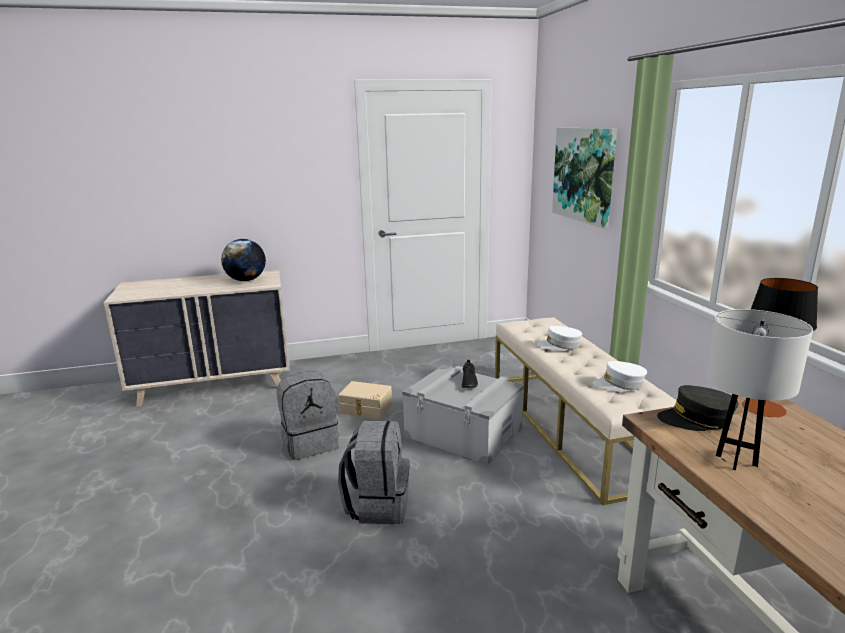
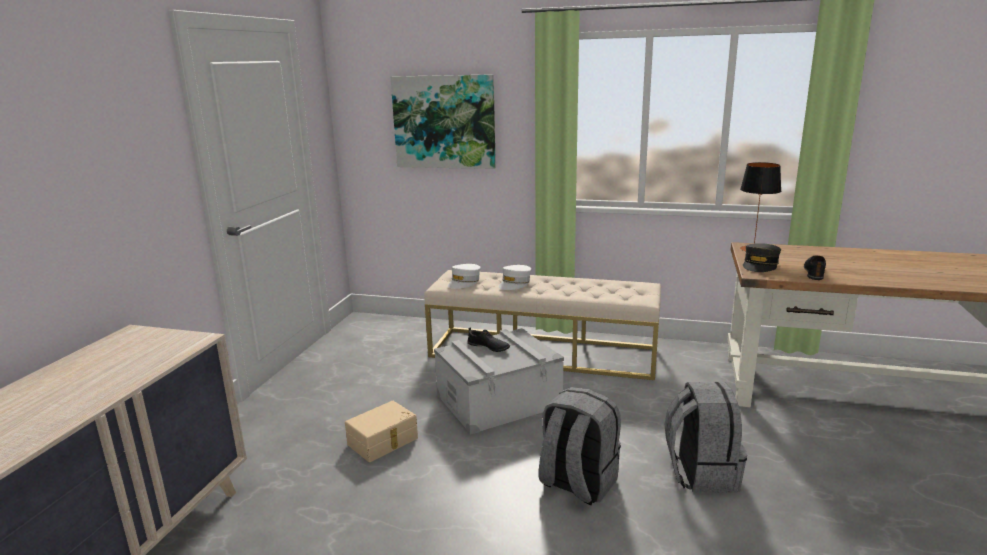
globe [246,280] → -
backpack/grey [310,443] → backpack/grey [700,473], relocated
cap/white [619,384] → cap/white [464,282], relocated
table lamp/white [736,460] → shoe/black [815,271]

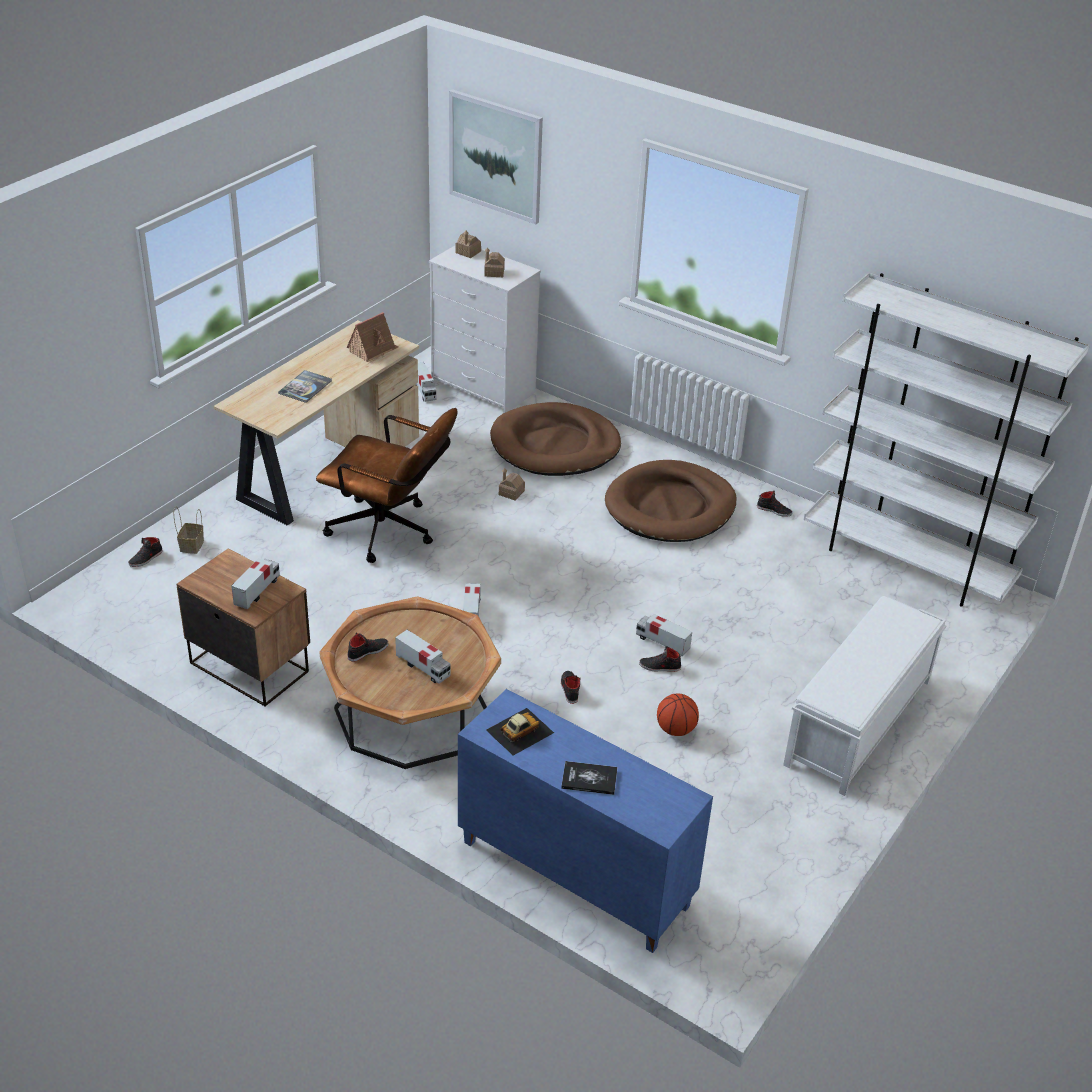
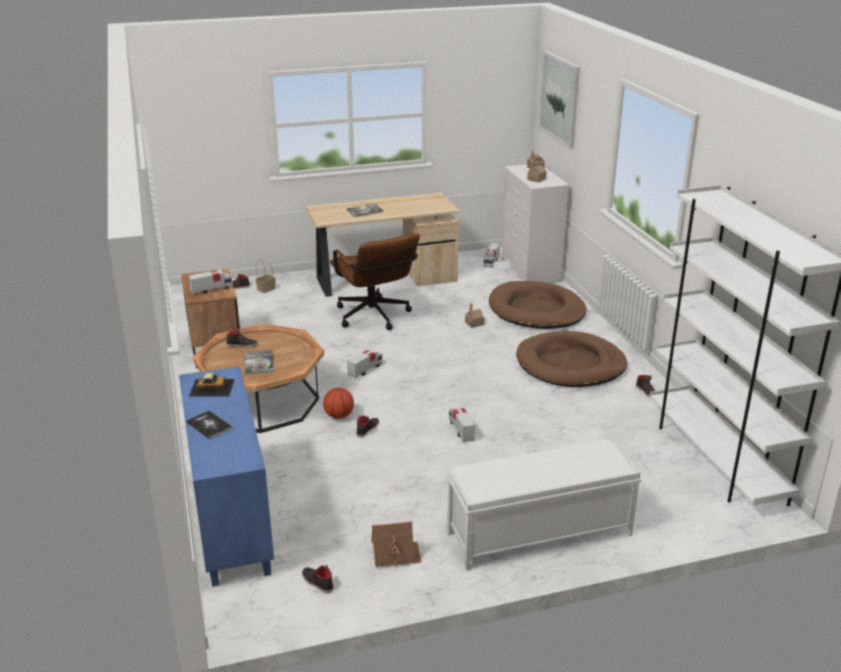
toy house [373,349] → toy house [395,554], relocated
toy truck [423,667] → book [259,363]
shoe/black [659,667] → shoe/black [317,582], relocated
basketball [676,729] → basketball [339,416], relocated

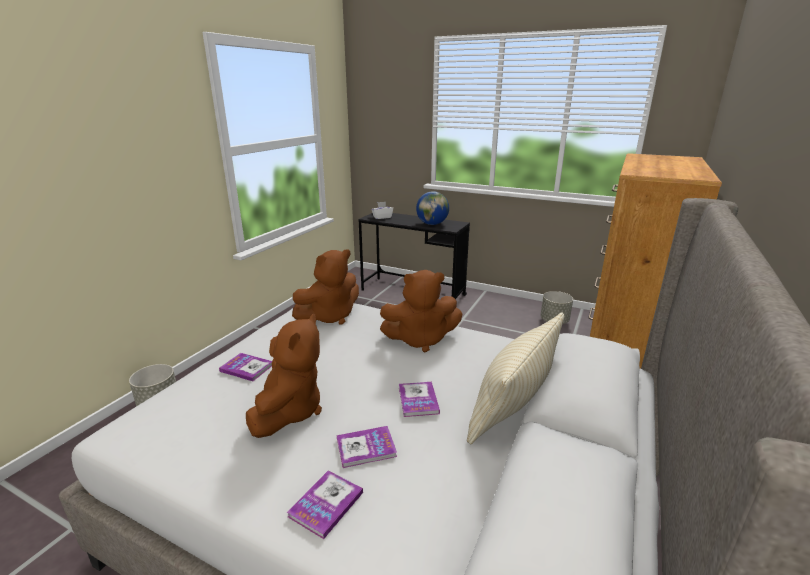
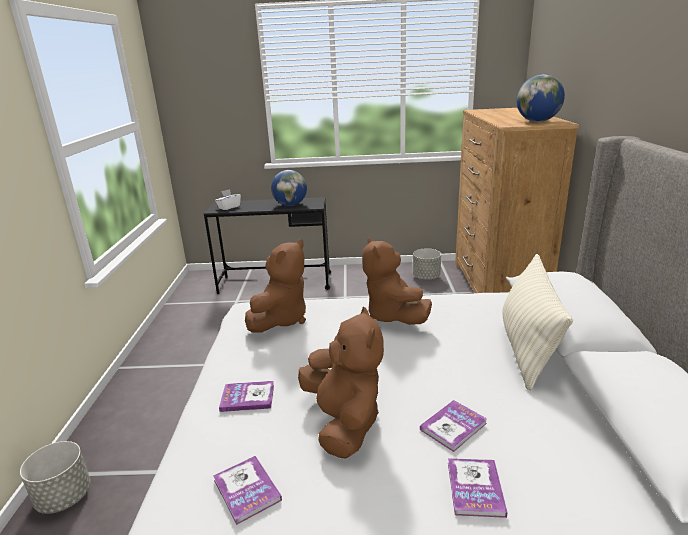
plush toy/brown [420,339] → plush toy/brown [393,316], 105 degrees clockwise
book [418,400] → book [247,490], relocated
- → globe [537,121]

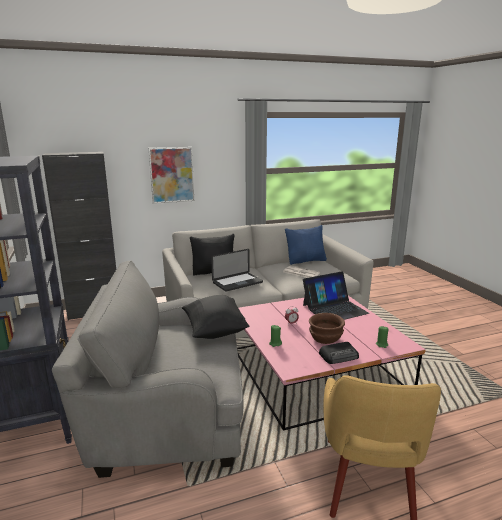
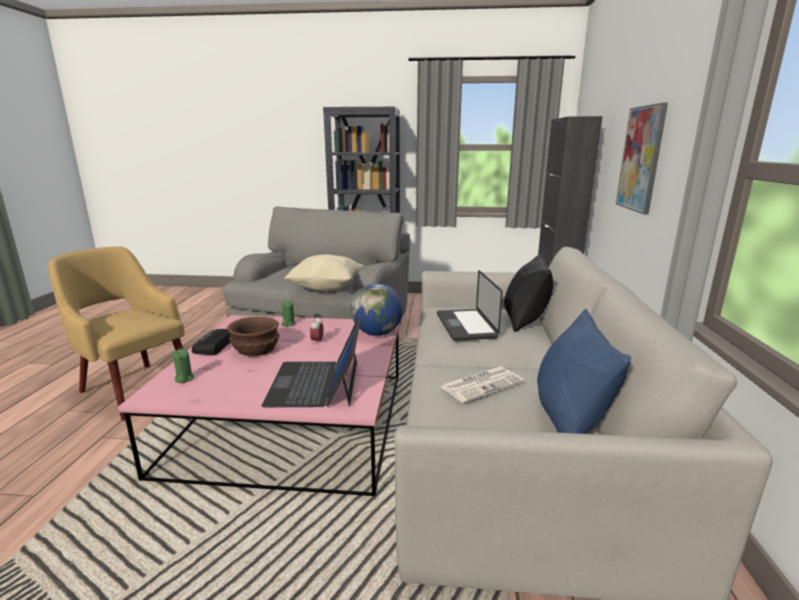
pillow/black [215,331] → pillow/beige [326,288]
- → globe [377,333]

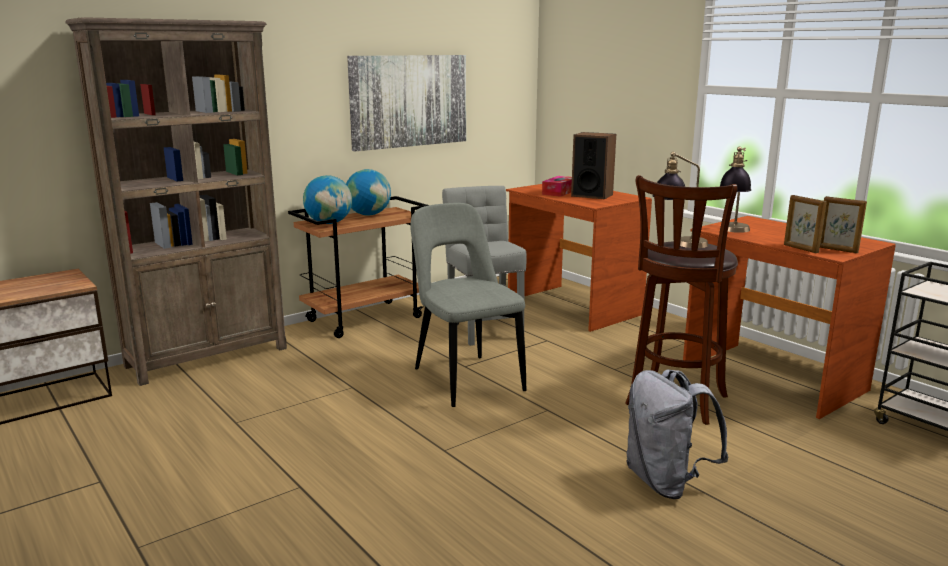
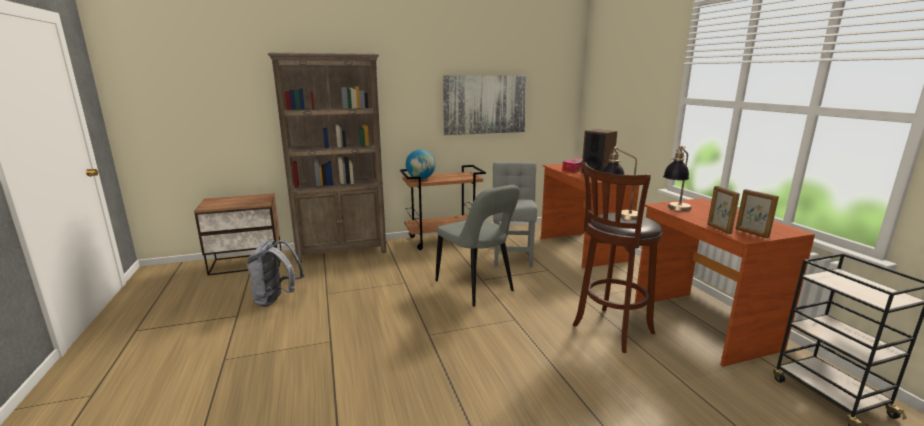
globe [368,214] → -
chair/grey [465,378] → chair/grey [476,288], 150 degrees clockwise
backpack/grey [666,482] → backpack/grey [276,299], relocated

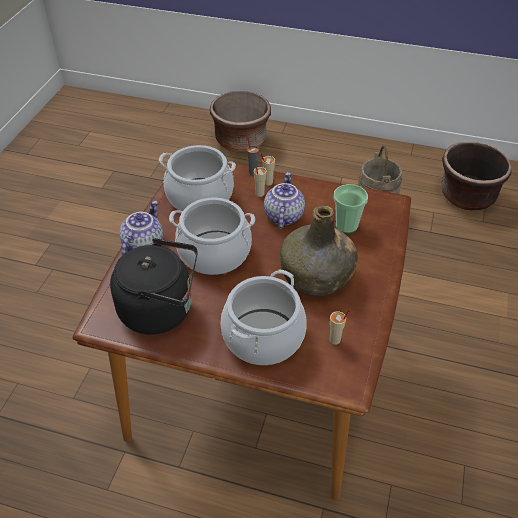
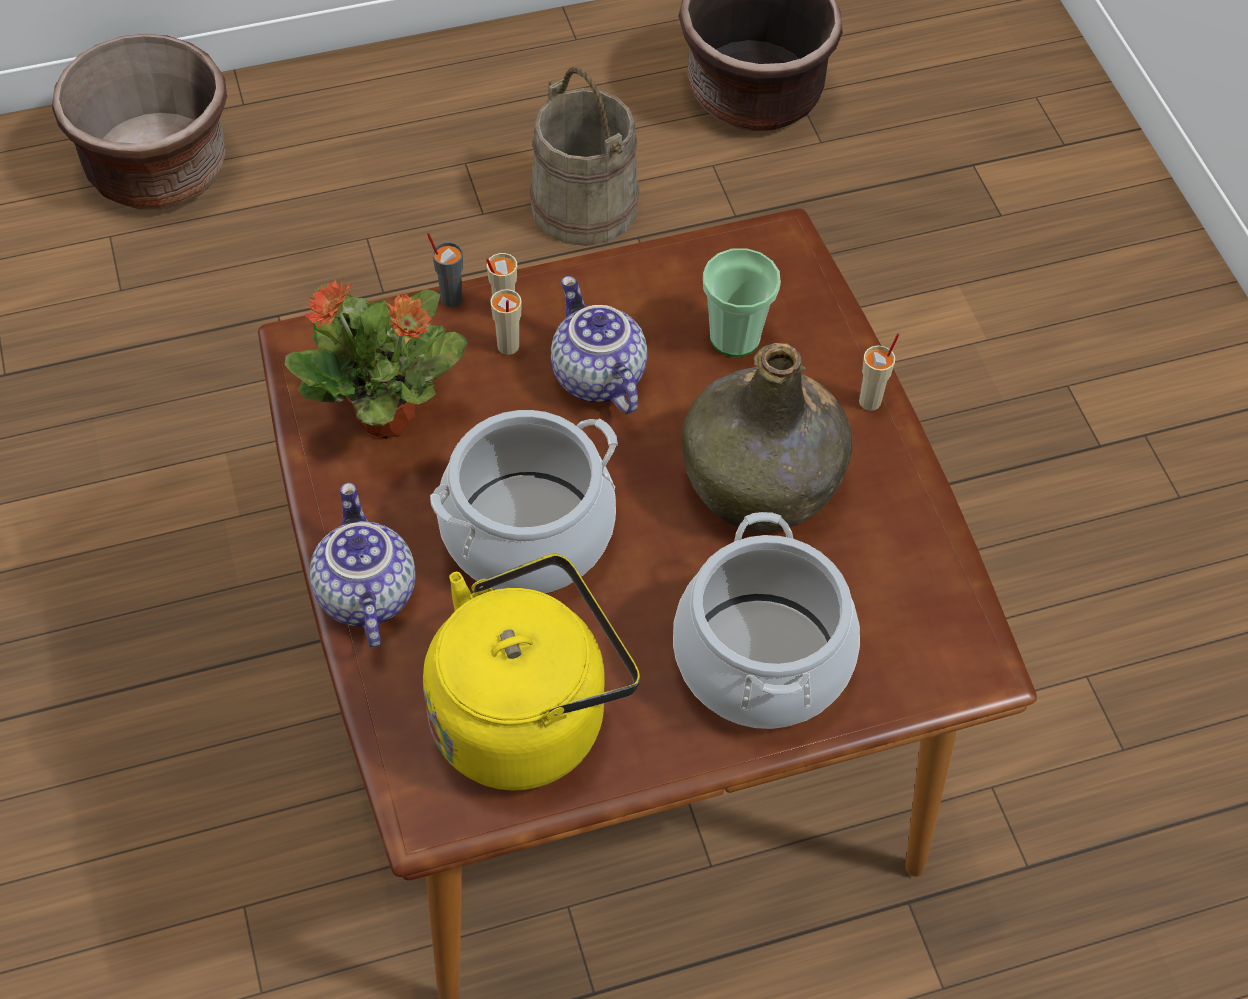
kettle/black [161,310] → kettle/yellow [527,715]
cooking pot [200,197] → potted plant [388,417]
cup/beige [335,340] → cup/beige [870,401], relocated

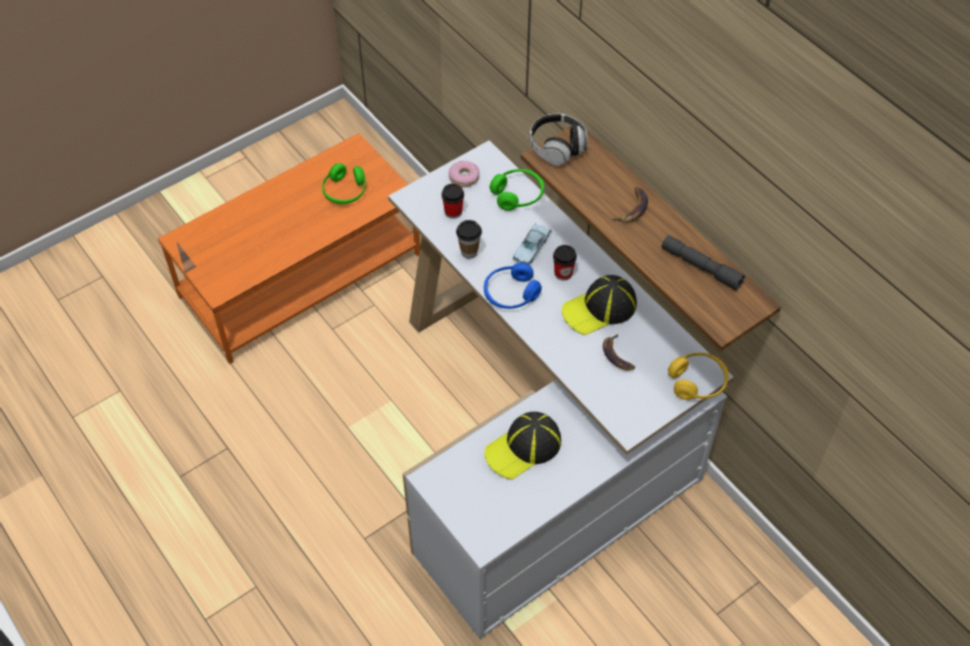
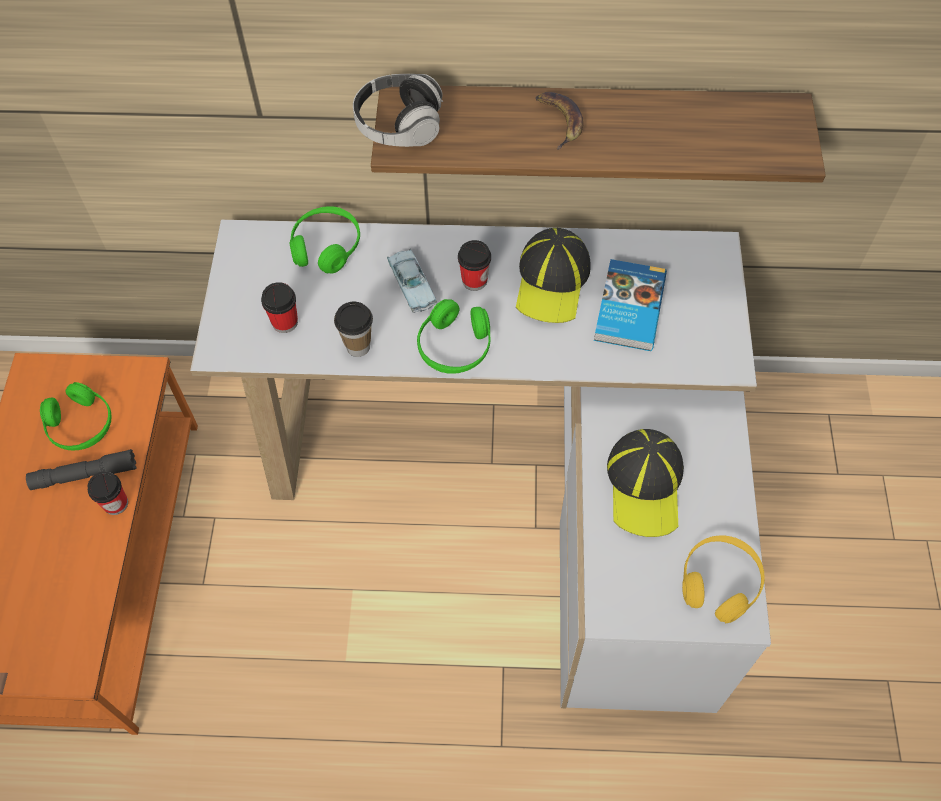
donut [464,177] → -
headphones/blue [511,293] → headphones/green [454,347]
banana [617,355] → book [627,308]
flashlight/grey [701,267] → flashlight/grey [84,475], relocated
headphones/yellow [697,382] → headphones/yellow [719,582], relocated
- → cup [116,503]

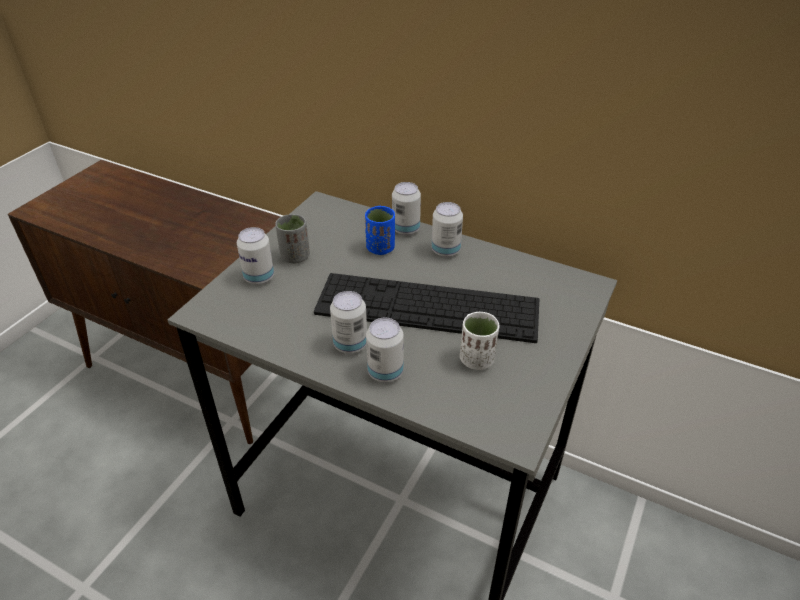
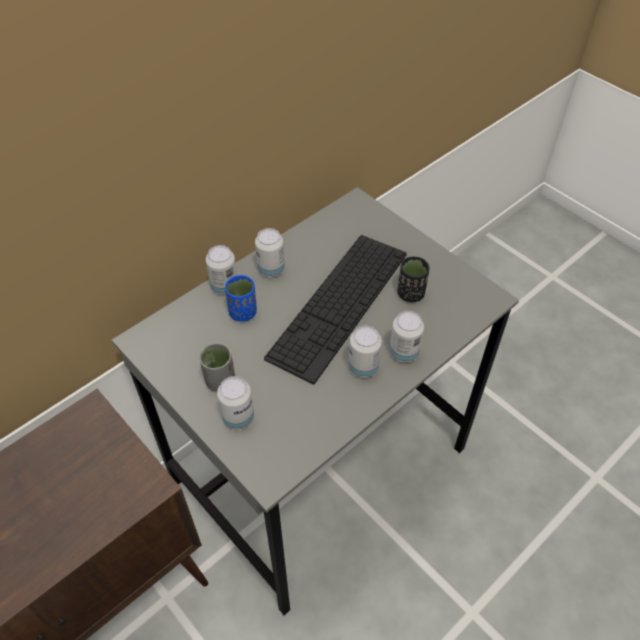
cup/white [476,360] → cup/black [410,293]

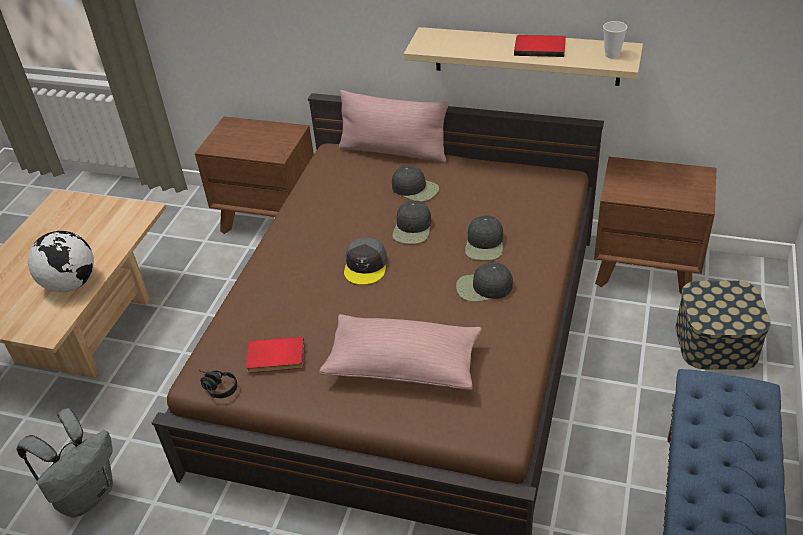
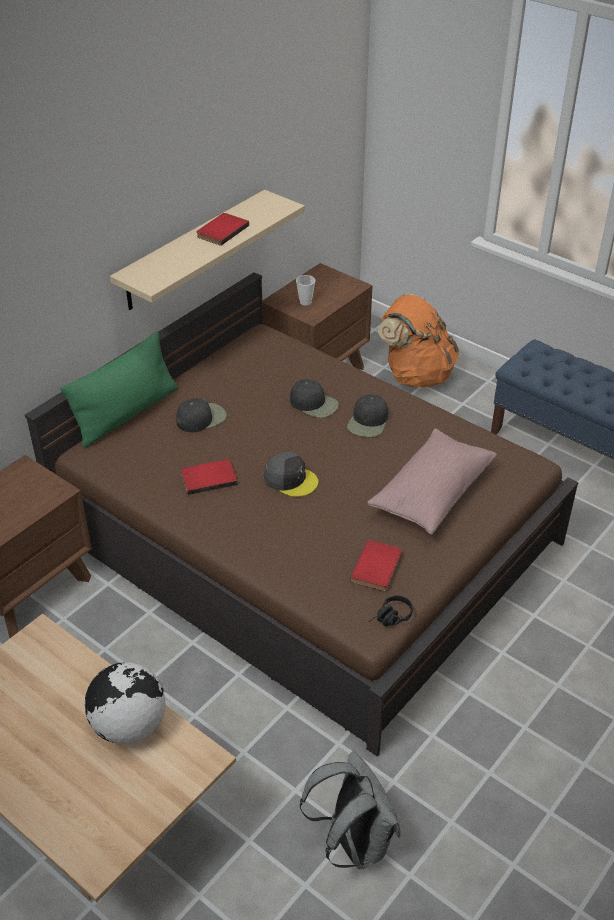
pillow/pink [394,151] → pillow/green [126,414]
cap/black [412,228] → -
cup [612,55] → cup [305,302], relocated
storage box [716,341] → backpack/orange [416,374]
- → book/red [208,477]

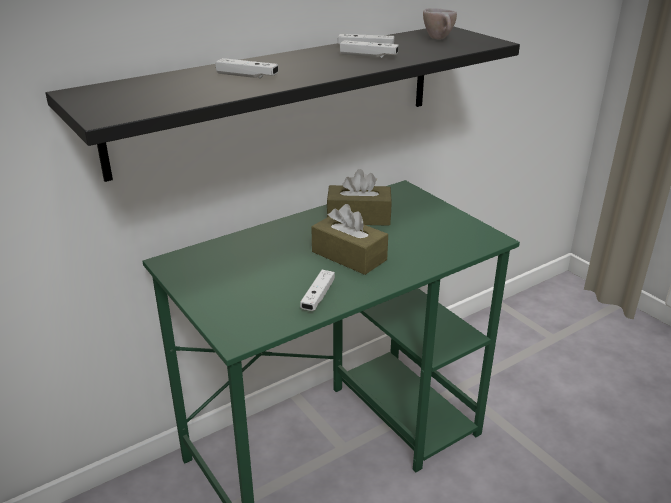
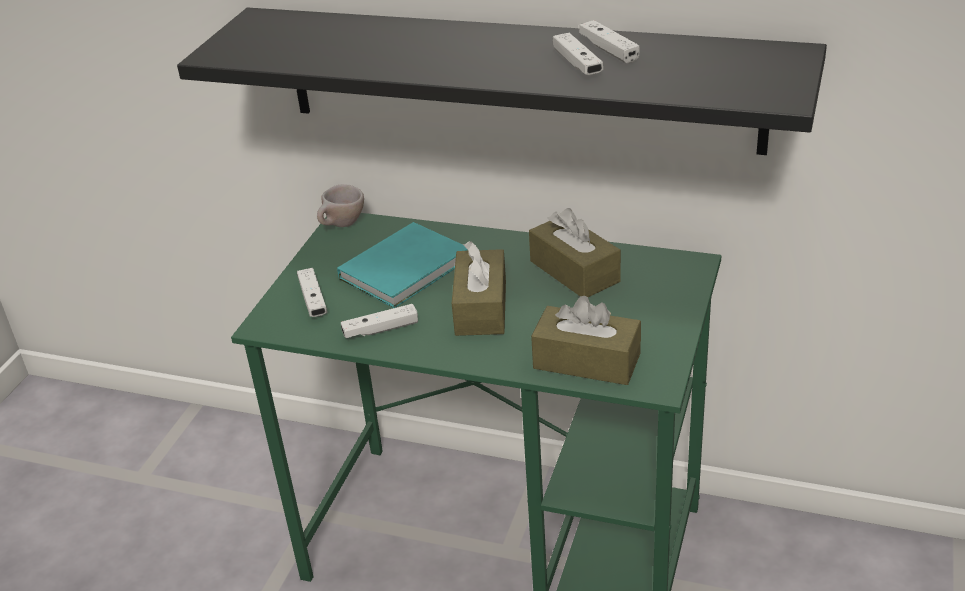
game controller/white [247,76] → game controller/white [313,300], relocated
cup/beige [440,39] → cup/beige [342,226], relocated
- → book/turquoise [408,268]
- → tissue box/brown [586,361]

